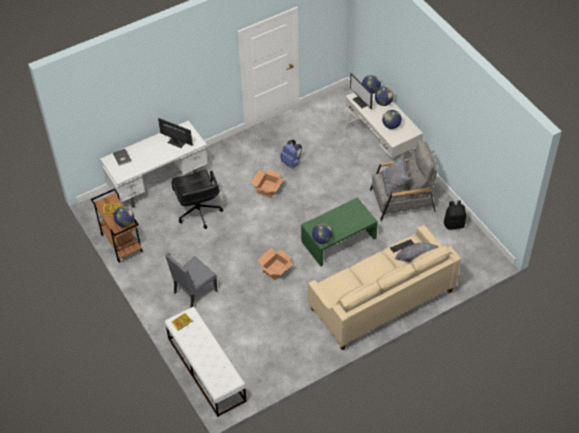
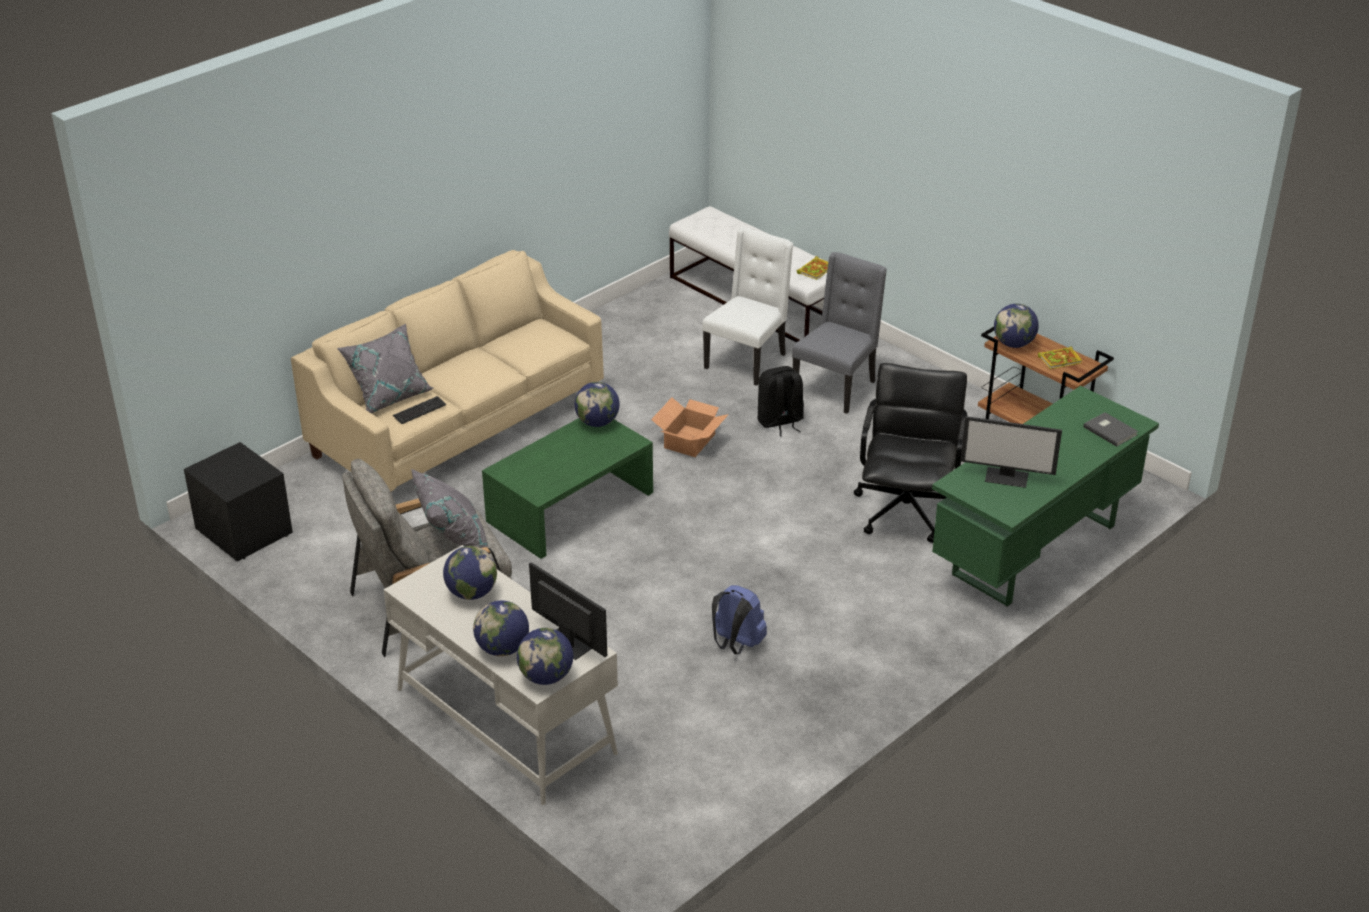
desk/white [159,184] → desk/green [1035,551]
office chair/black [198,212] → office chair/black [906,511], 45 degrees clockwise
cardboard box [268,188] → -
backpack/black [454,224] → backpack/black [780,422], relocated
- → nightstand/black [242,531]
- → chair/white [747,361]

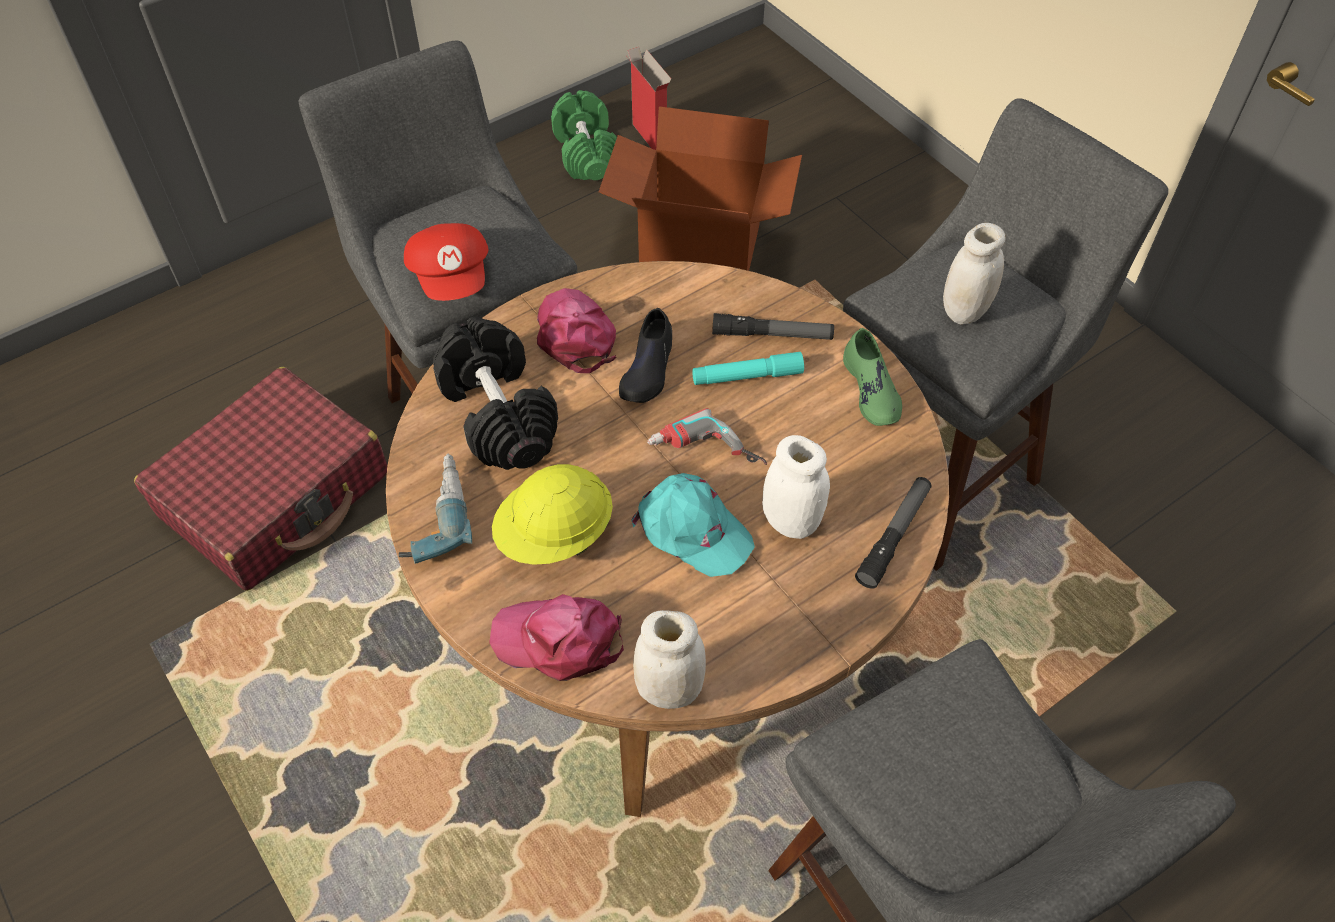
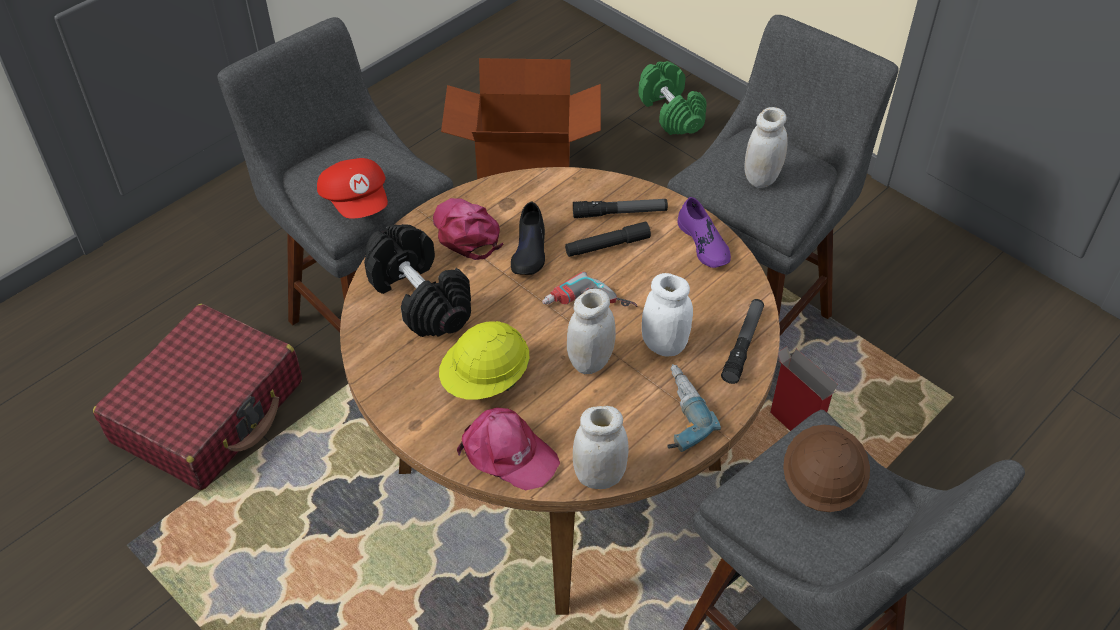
power drill [433,515] → power drill [675,413], relocated
cap/pink [560,640] → cap/pink [507,454], 150 degrees counterclockwise
dumbbell/green [587,153] → dumbbell/green [671,112], relocated
cardboard box [648,136] → cardboard box [793,427], relocated
cap/turquoise [692,530] → jar/white [590,361]
flashlight/turquoise [747,376] → flashlight/black [607,245]
shoe/green [871,389] → shoe/purple [704,243]
- → hard hat/brown [821,482]

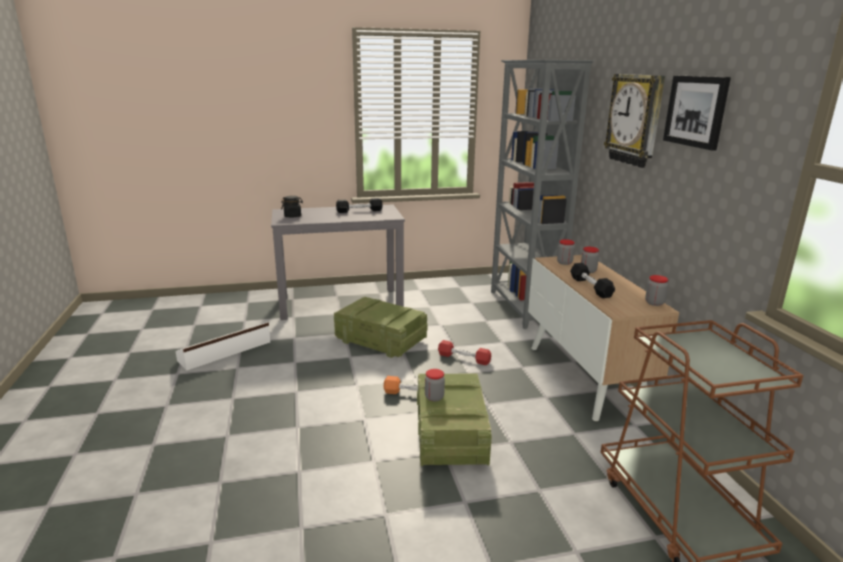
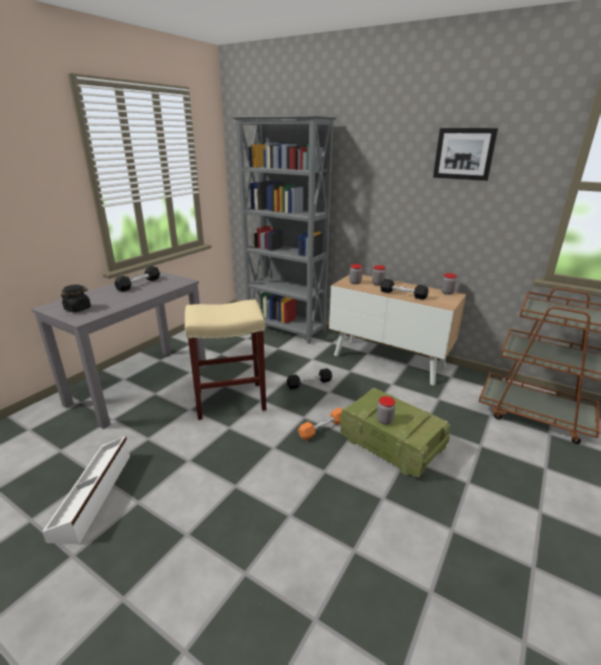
crate [379,340] → stool/beige [229,400]
dumbbell/red [463,358] → dumbbell/black [309,383]
wall clock [635,120] → -

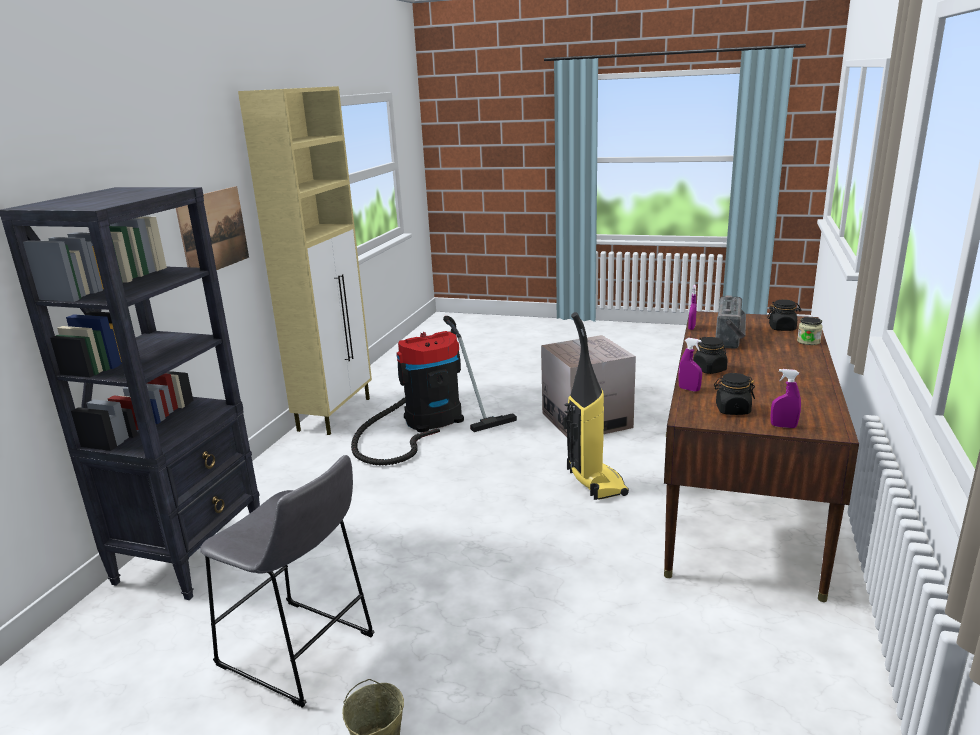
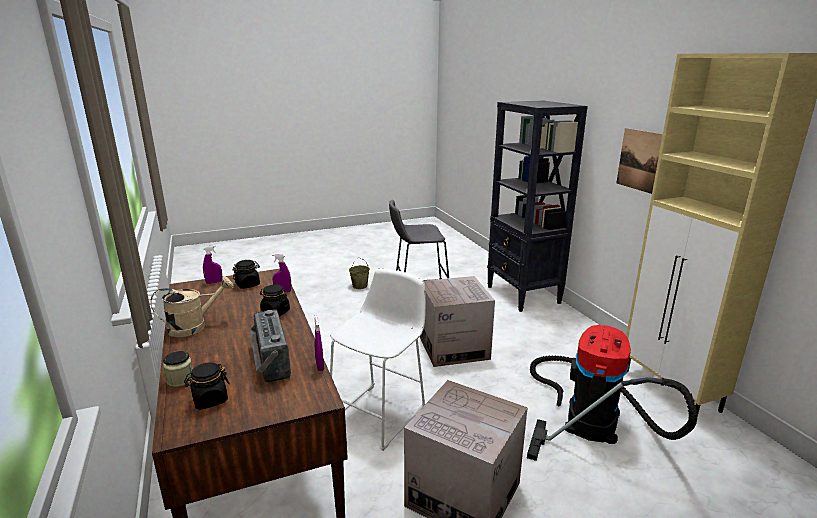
vacuum cleaner [594,482] → stool/white [381,413]
- → watering can/beige [194,326]
- → cardboard box [453,347]

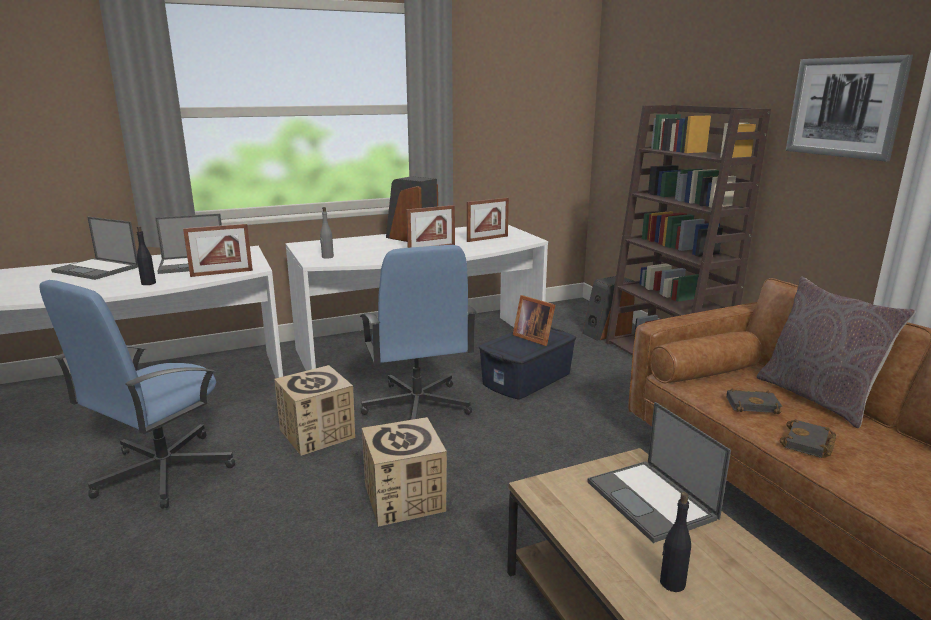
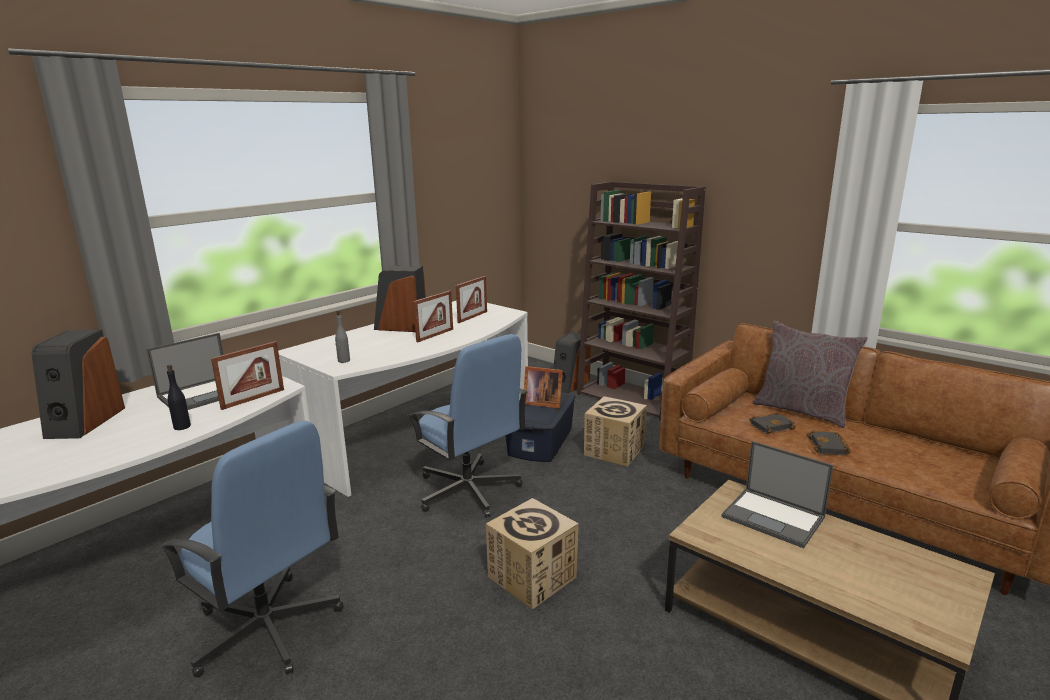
office chair/blue [162,472] → office chair/blue [267,629], 60 degrees counterclockwise
laptop [97,269] → speaker [85,422]
cardboard box [317,433] → cardboard box [614,450], relocated
bottle/black [672,583] → -
picture [844,107] → -

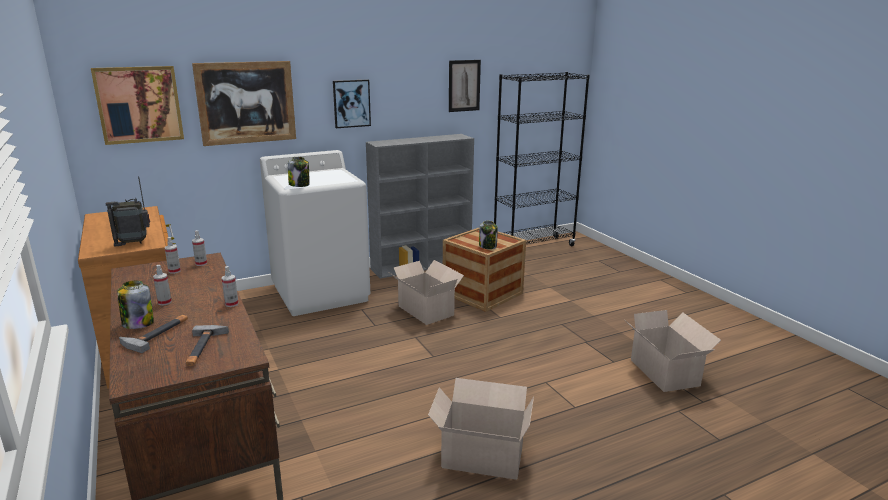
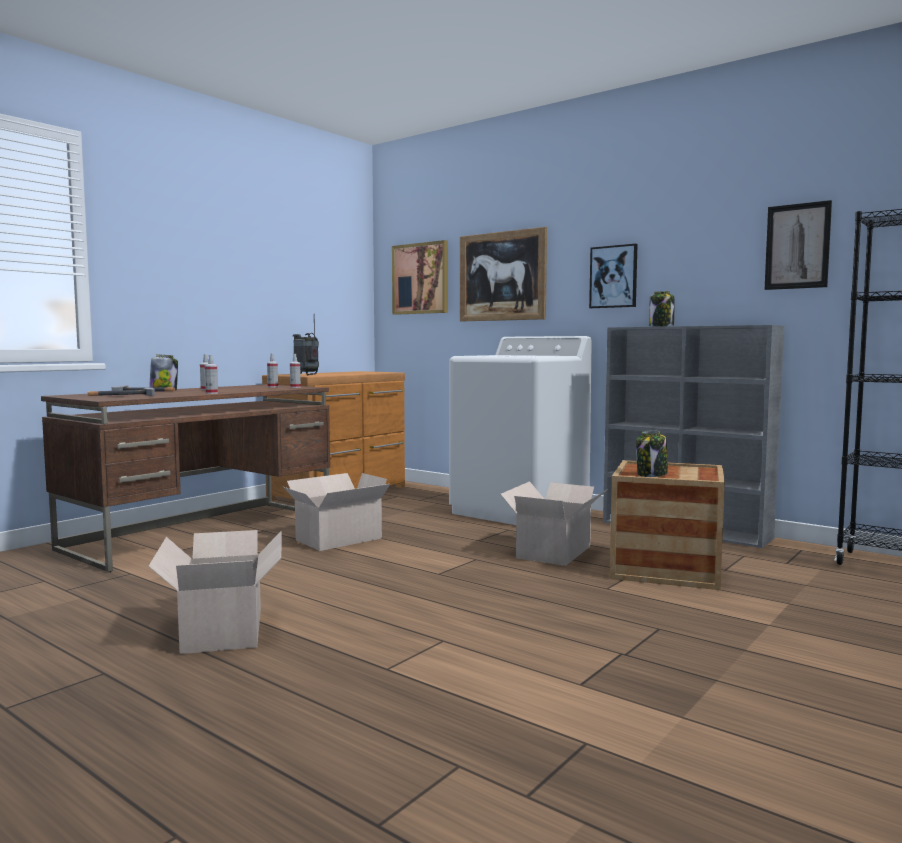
jar [299,184] → jar [661,326], relocated
cardboard box [665,374] → cardboard box [336,539], relocated

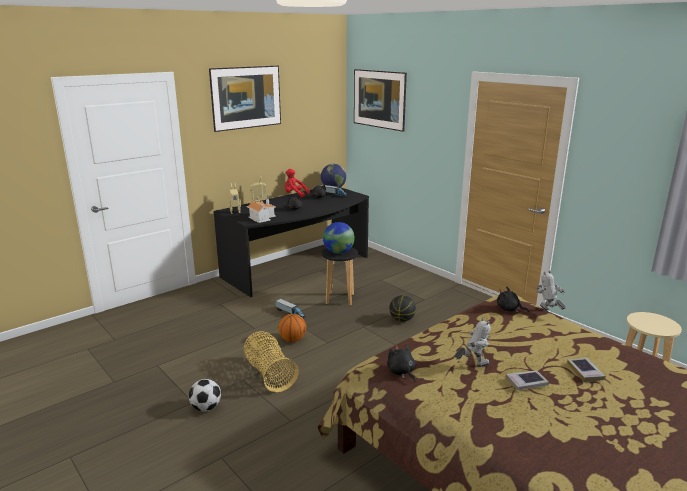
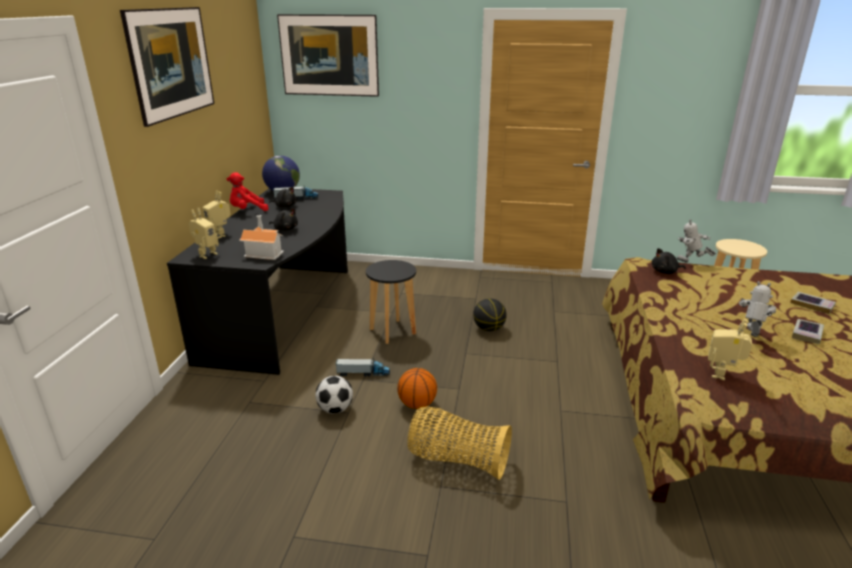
football [206,407] → football [335,409], relocated
globe [338,252] → -
plush toy/black [401,372] → toy robot [722,374]

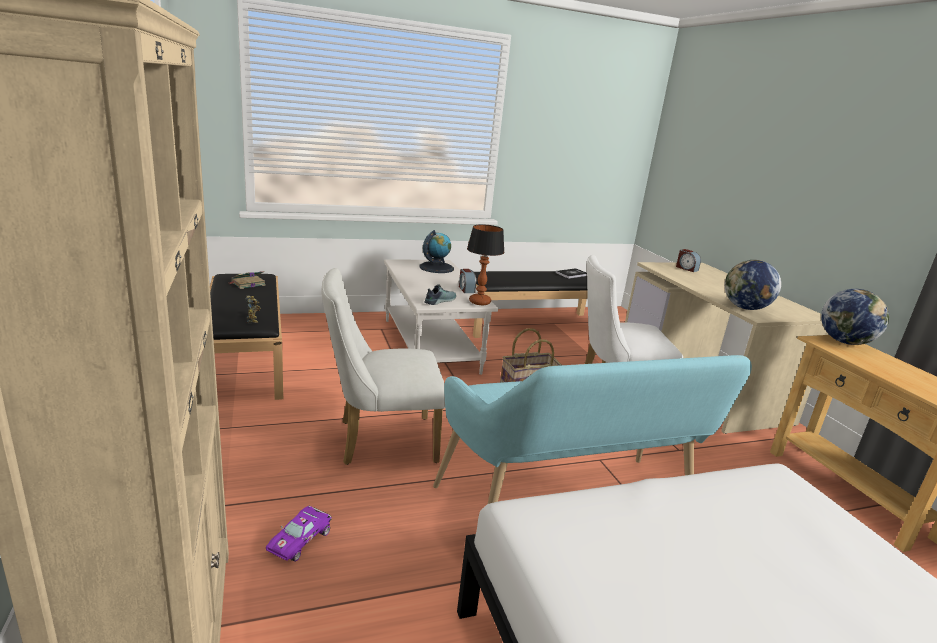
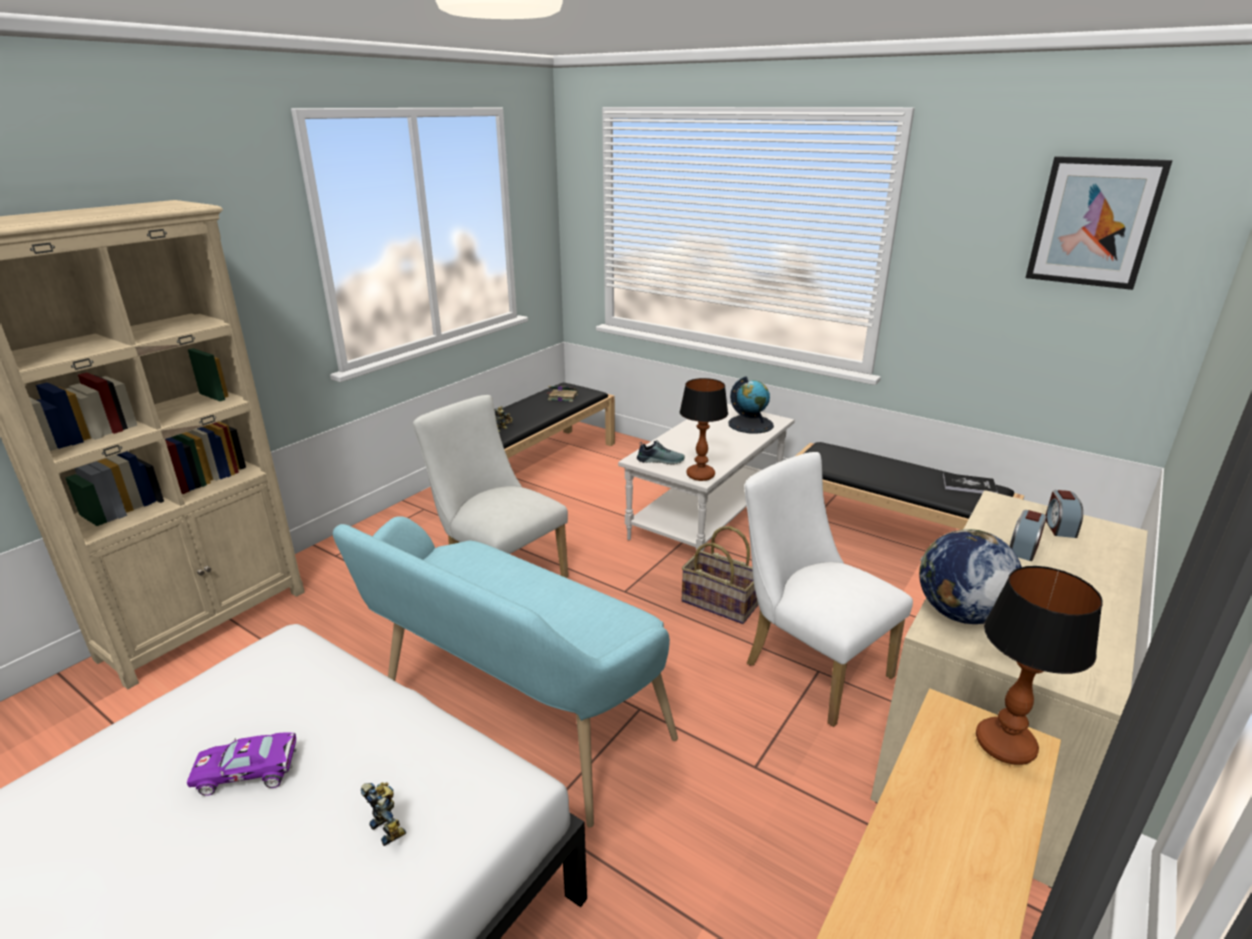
toy car/purple [301,539] → toy car/purple [251,771], relocated
alarm clock [466,289] → alarm clock [1023,549], relocated
globe [845,342] → table lamp [1006,745]
- → toy robot [390,826]
- → picture [1094,222]

